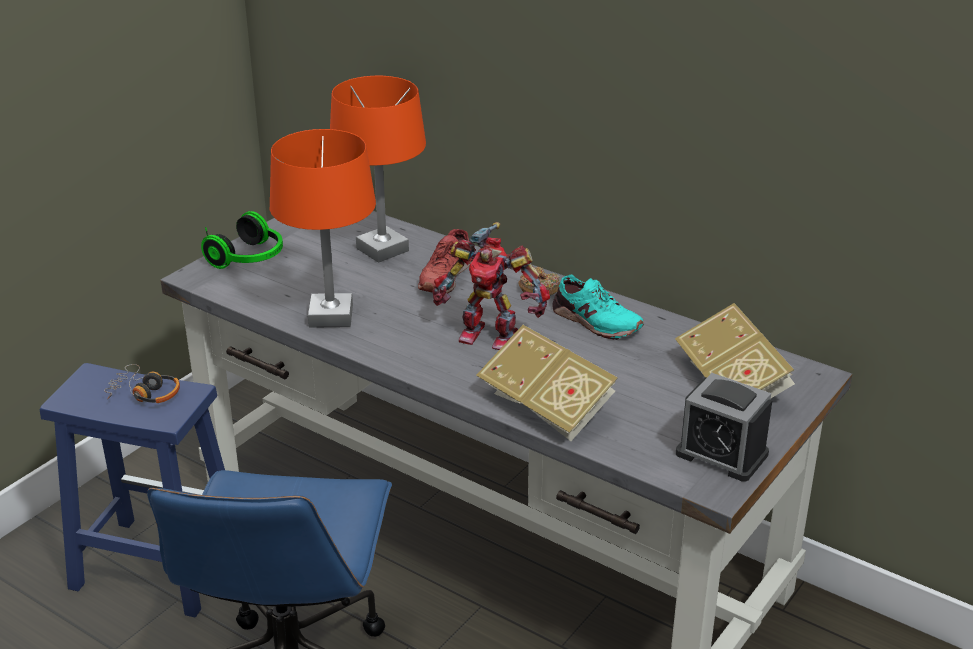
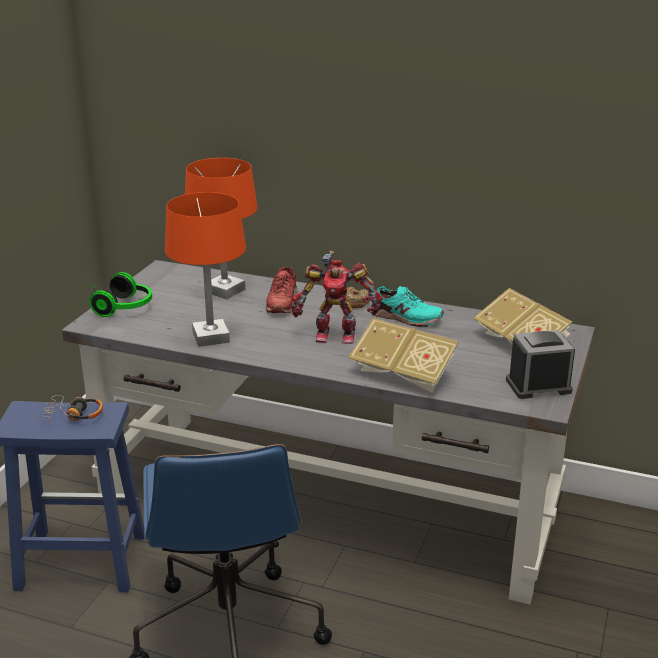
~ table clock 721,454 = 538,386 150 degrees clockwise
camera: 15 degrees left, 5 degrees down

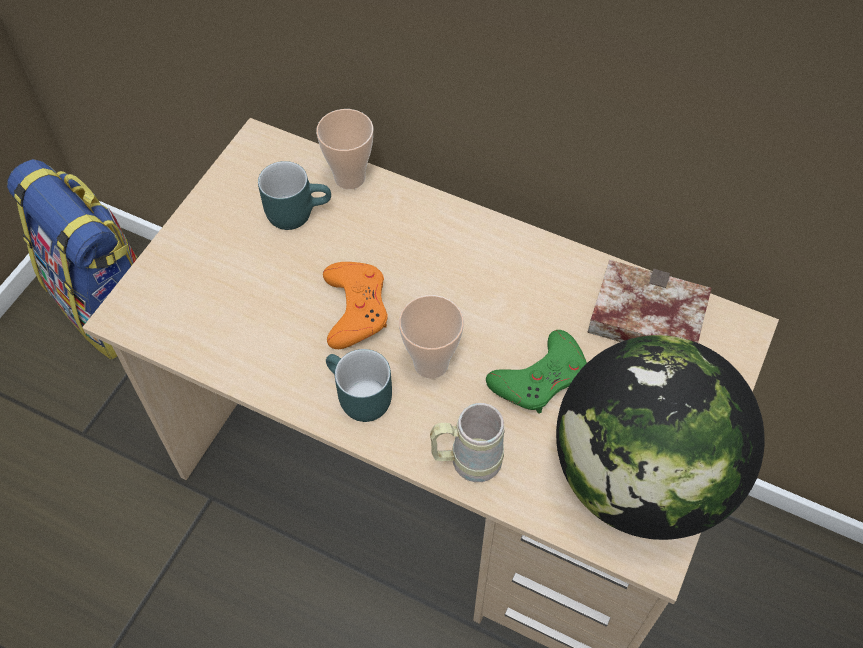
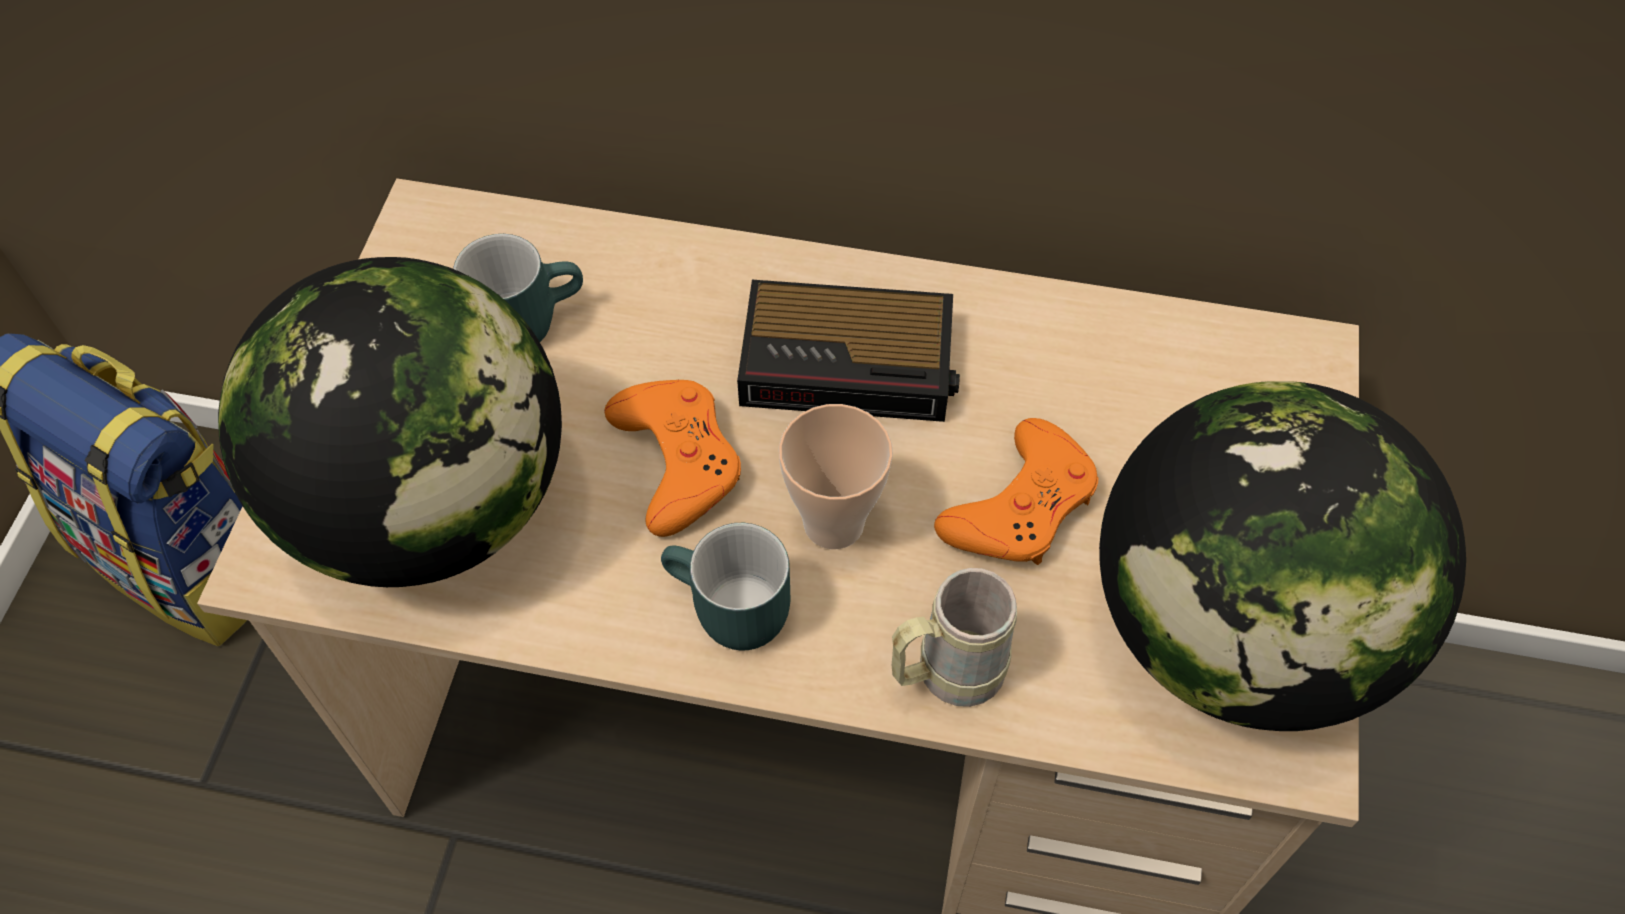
- drinking cup 349,177
~ game controller (green) 540,378 to game controller (orange) 1021,505
- bound book 641,319
+ globe 431,505
+ table clock 852,363
camera: 15 degrees left, 0 degrees up

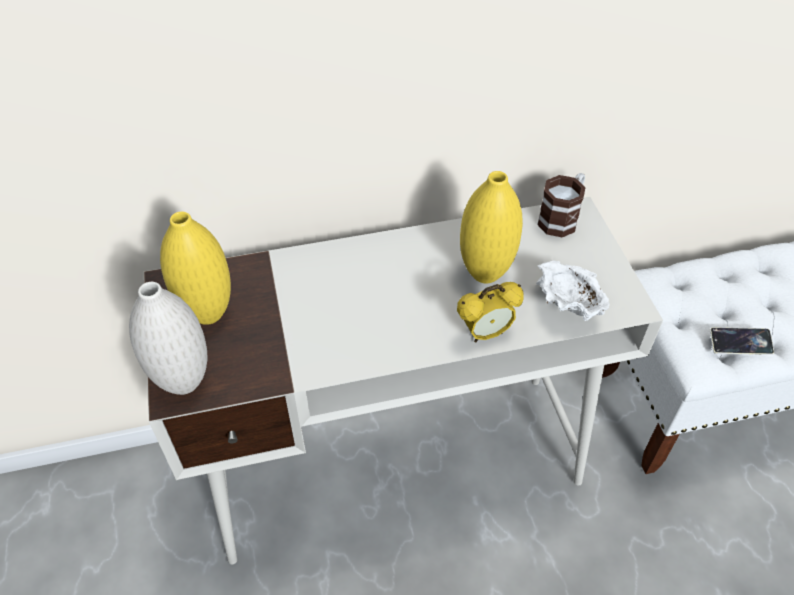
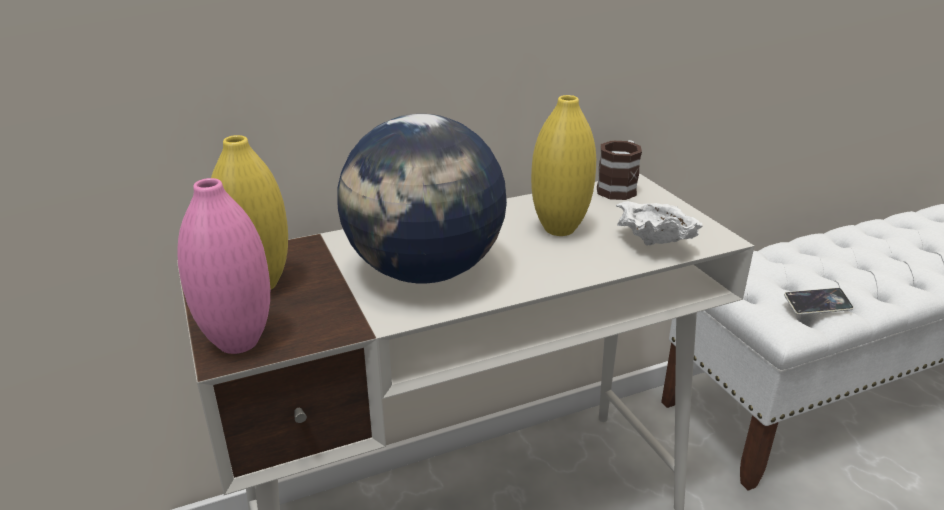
~ vase (white) 184,382 to vase (pinkish) 238,342
- table clock 485,333
+ globe 426,271
camera: 10 degrees left, 20 degrees down

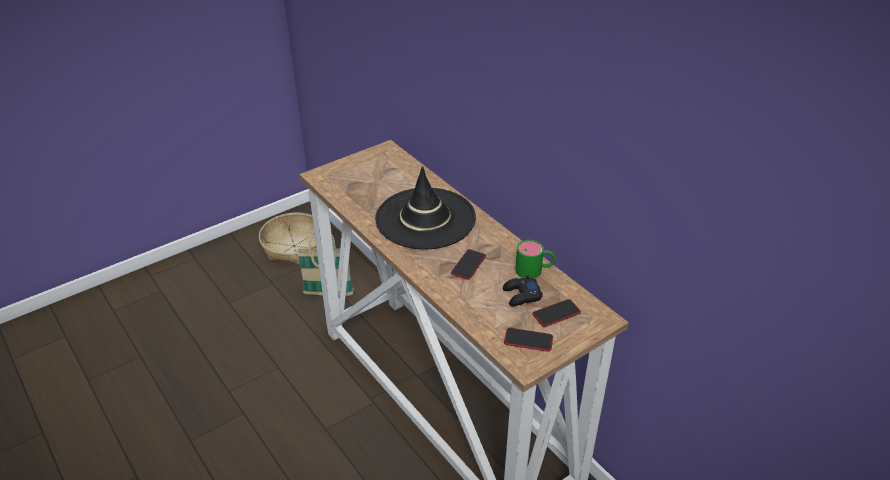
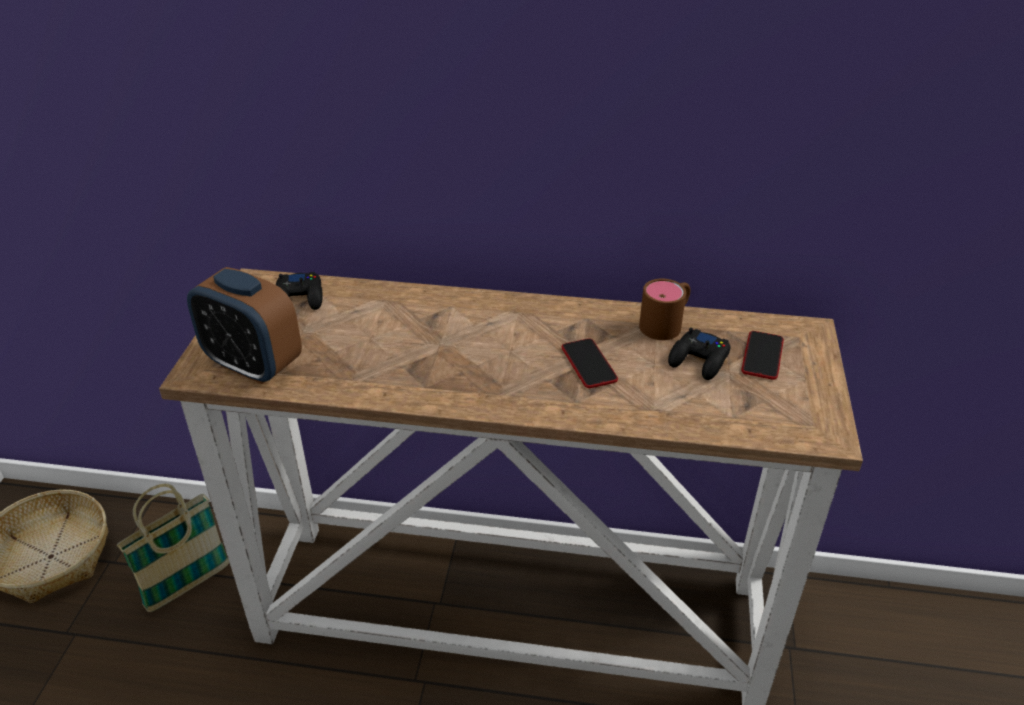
- hat (black-coloured) 425,219
- phone 528,340
~ tea mug (green) 535,270 to tea mug (brown) 666,323
+ table clock 253,365
+ game controller (black-coloured) 300,298
camera: 45 degrees left, 0 degrees up

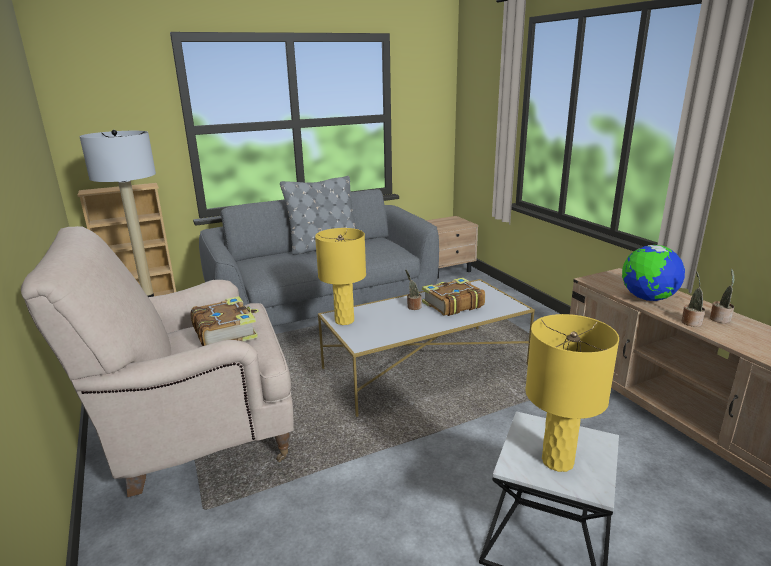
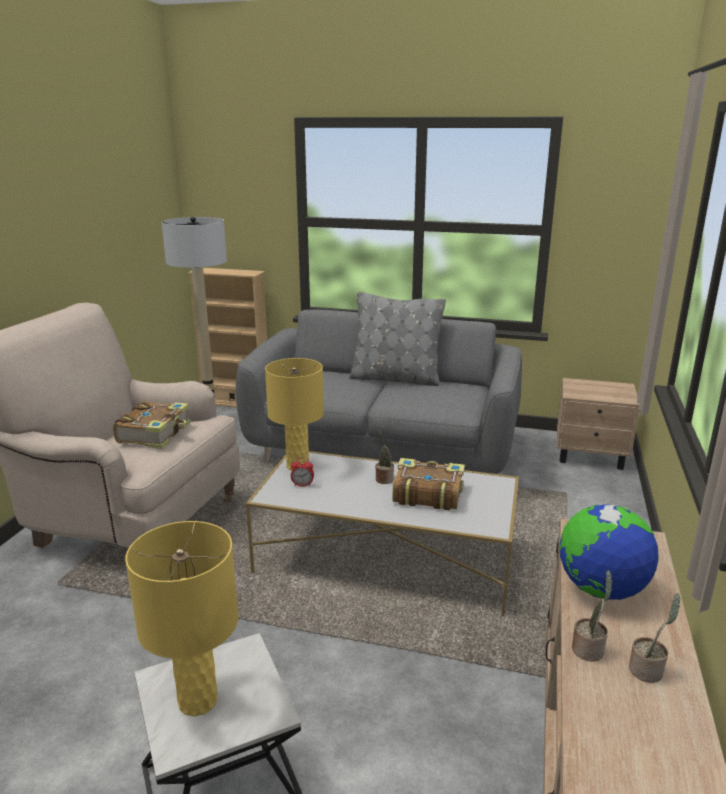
+ table clock 302,485
camera: 40 degrees right, 0 degrees up

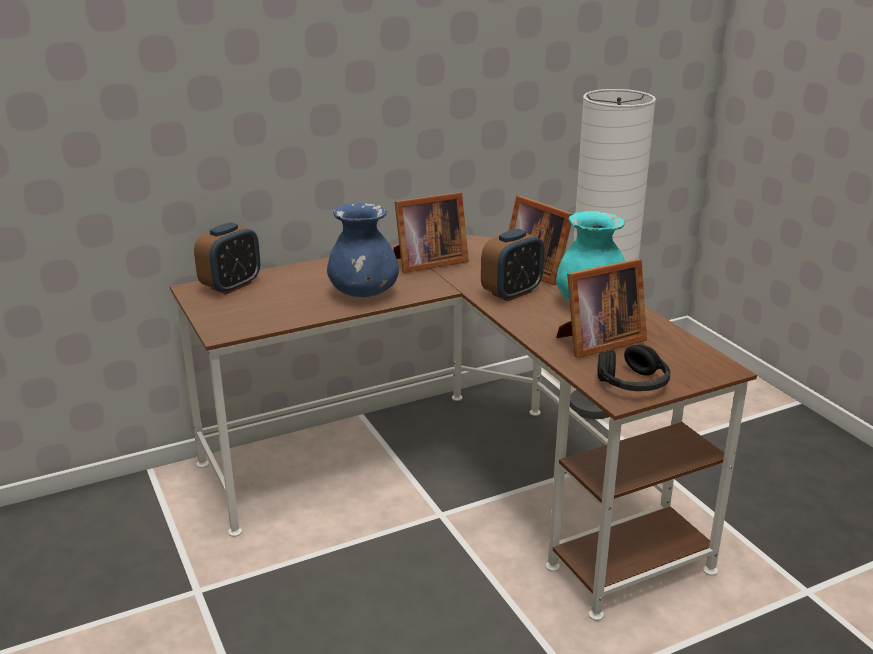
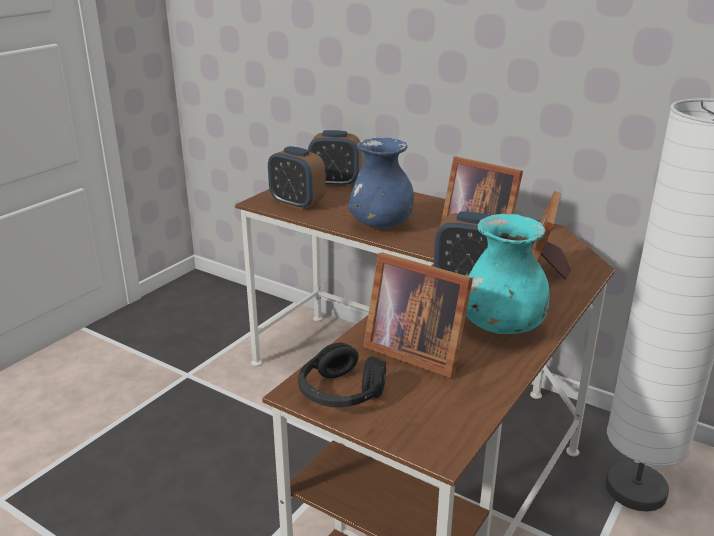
+ table clock 297,203
camera: 60 degrees right, 0 degrees up

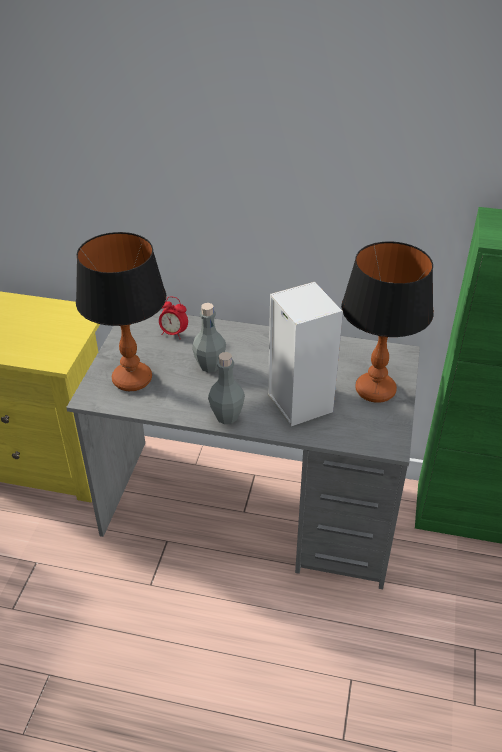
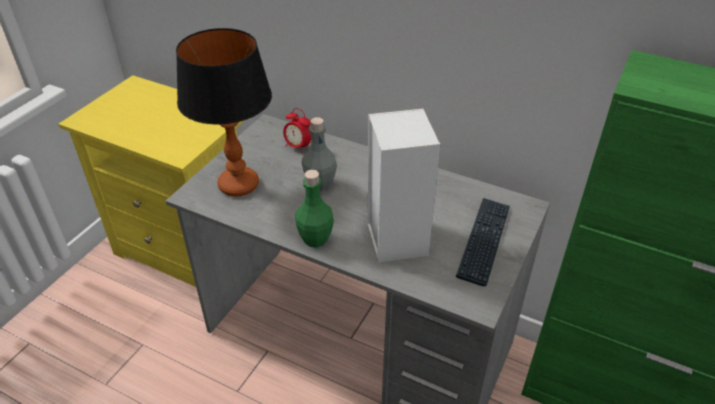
~ beverage bottle (grey) 227,416 to beverage bottle (green) 315,239
~ tabletop lamp 375,390 to computer keyboard 484,241
camera: 15 degrees right, 0 degrees up

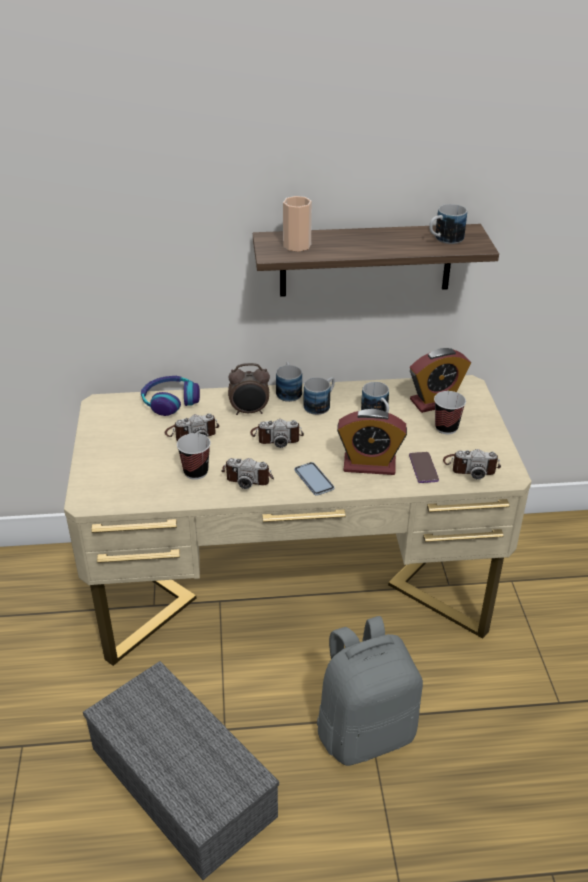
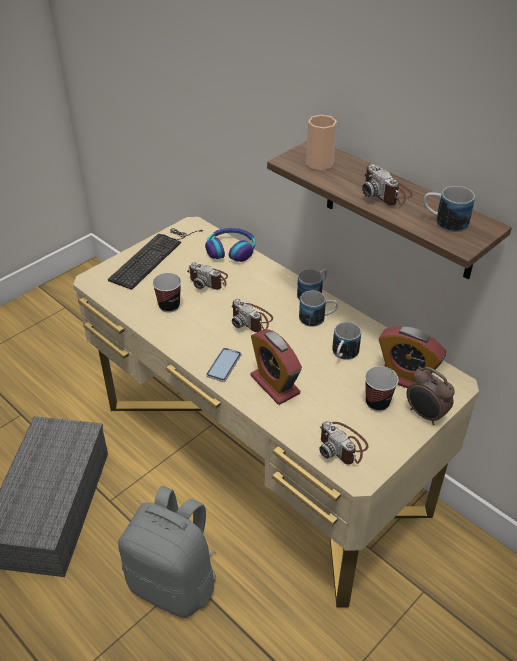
~ still camera 248,475 to 386,193
~ table clock 249,412 to 425,415
- phone 423,468
+ computer keyboard 153,256
camera: 50 degrees right, 5 degrees up

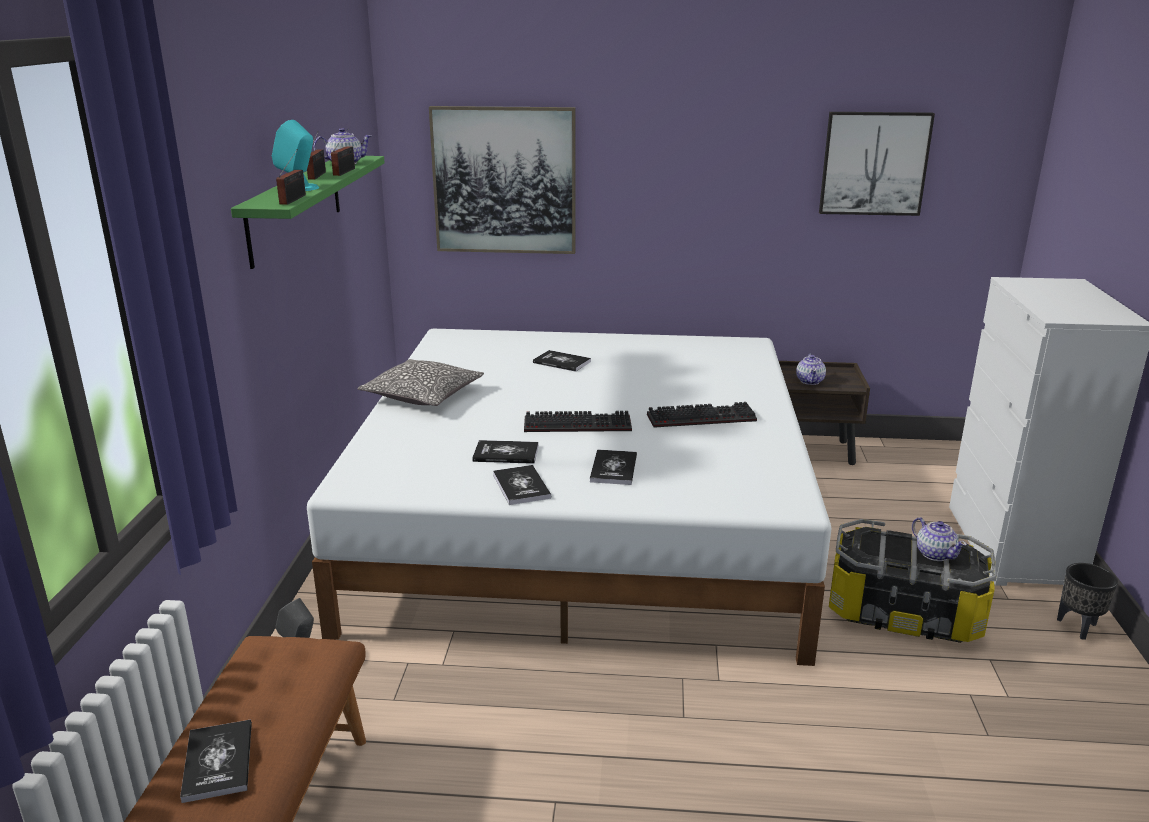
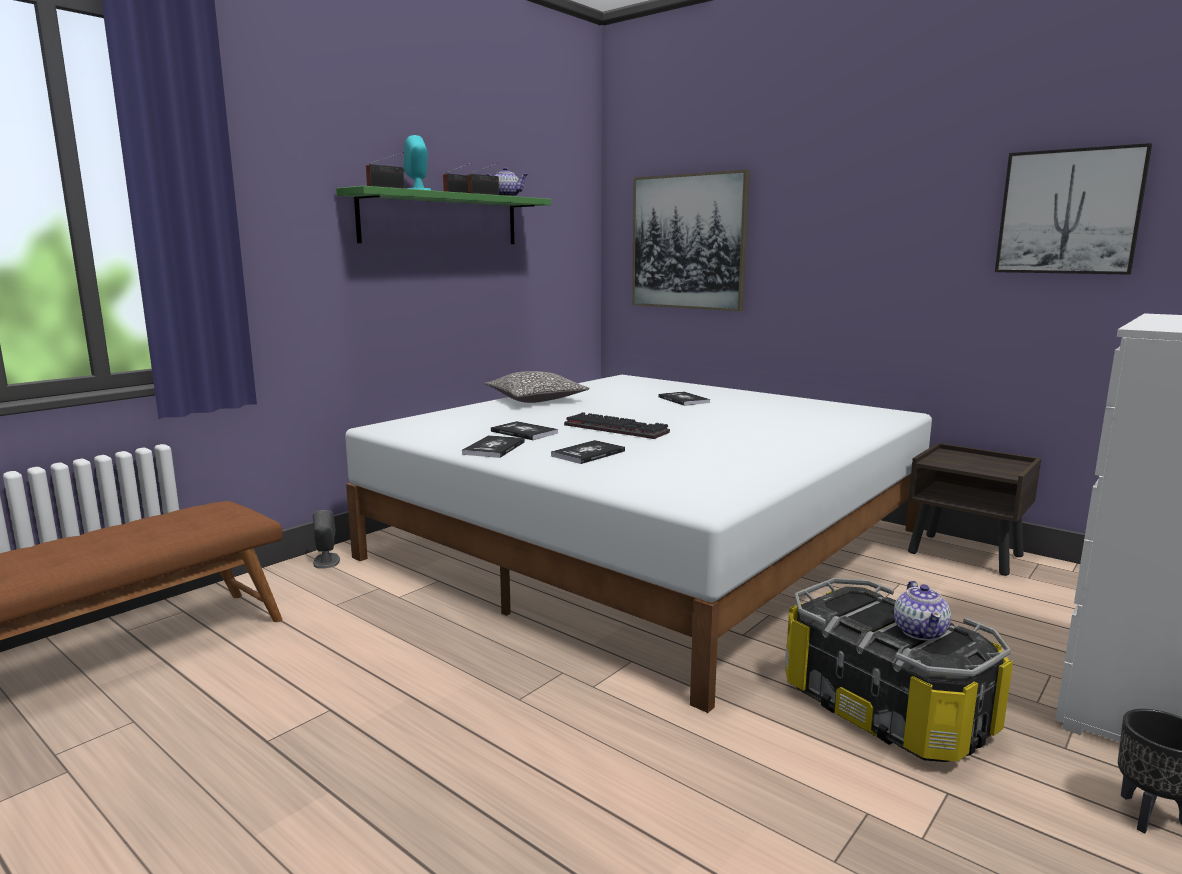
- bound book 218,762
- computer keyboard 702,417
- tea pot 810,381
camera: 35 degrees right, 10 degrees down

